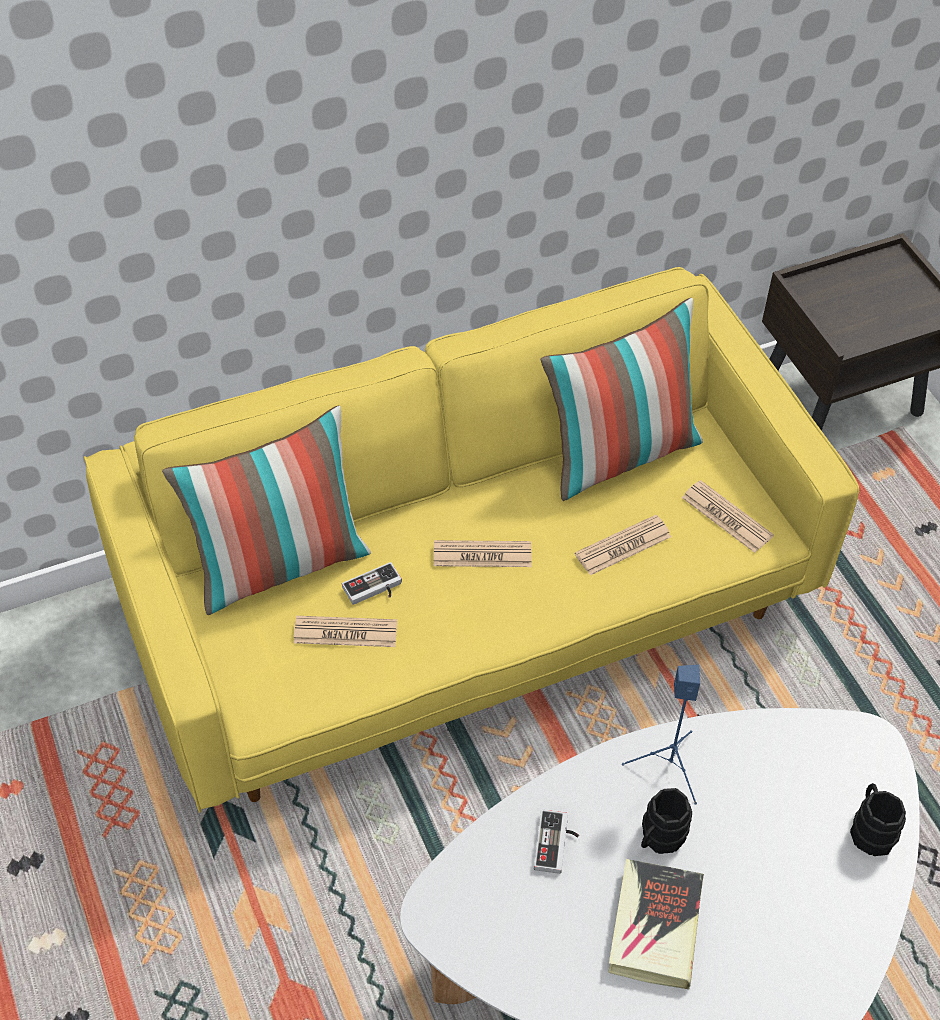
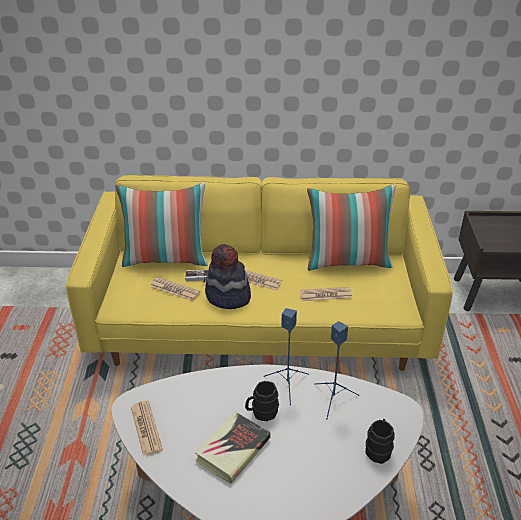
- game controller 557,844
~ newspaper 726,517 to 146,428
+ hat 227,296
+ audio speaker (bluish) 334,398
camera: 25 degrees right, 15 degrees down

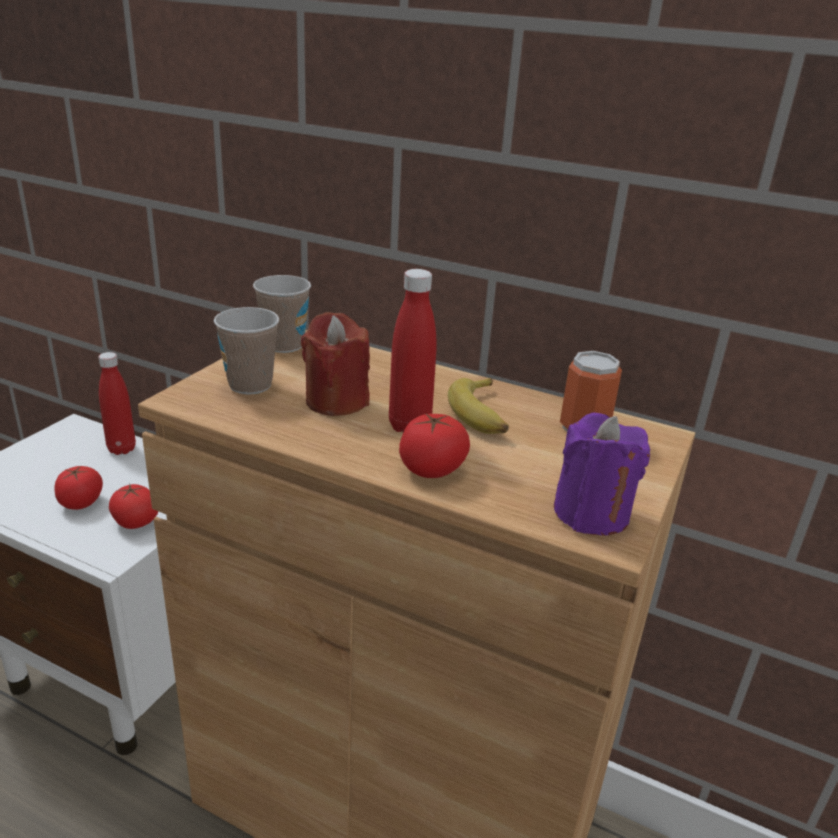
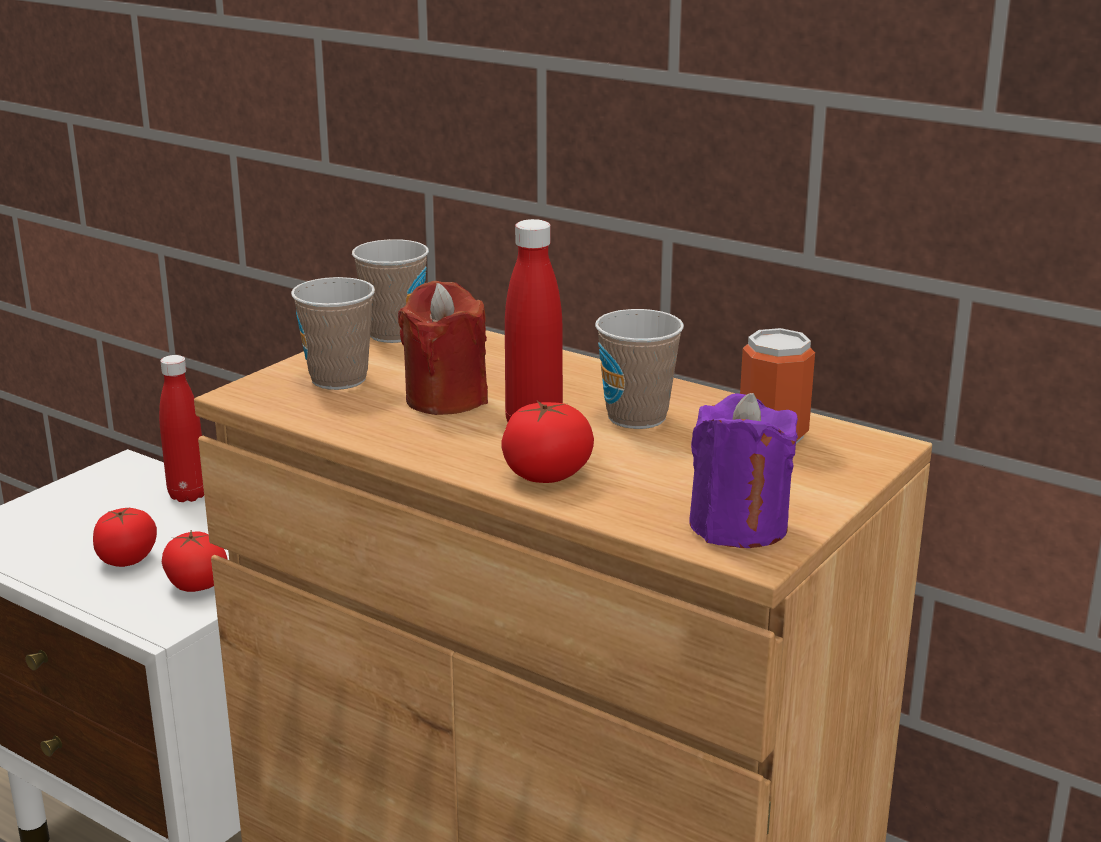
~ banana 482,415 to drinking cup 636,417
camera: 10 degrees right, 5 degrees down

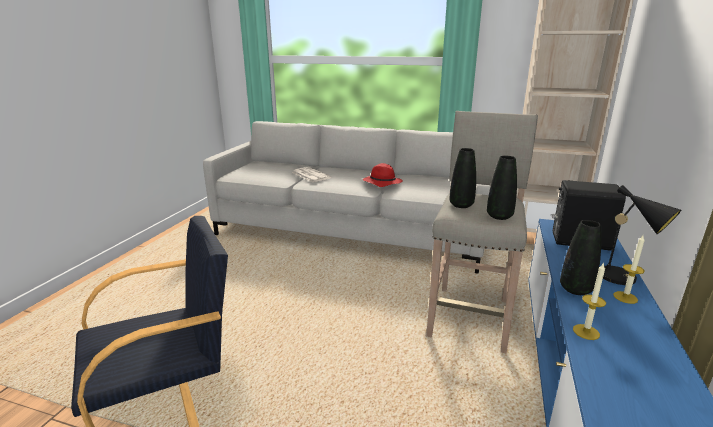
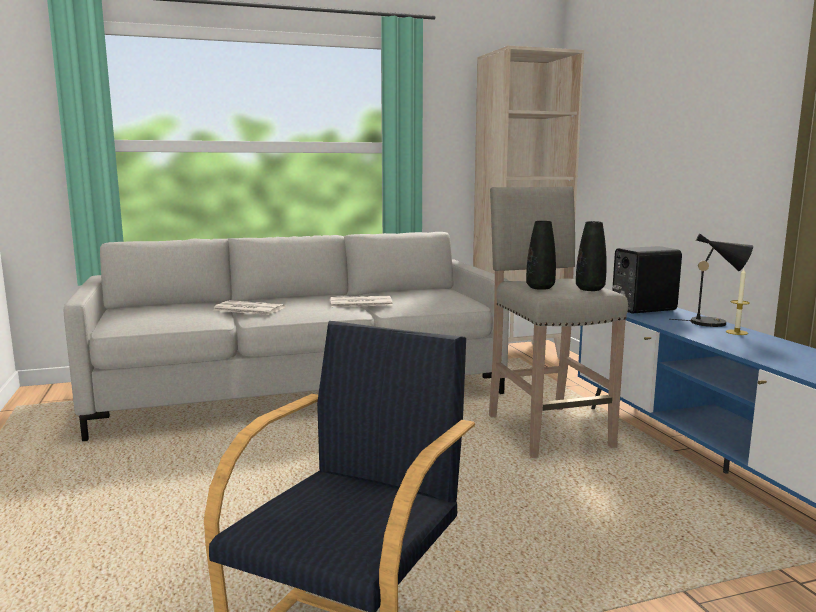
~ hat (red) 381,183 to newspaper 360,303
- vase (black-coloured) 575,289
- candle 586,332
camera: 35 degrees left, 10 degrees down

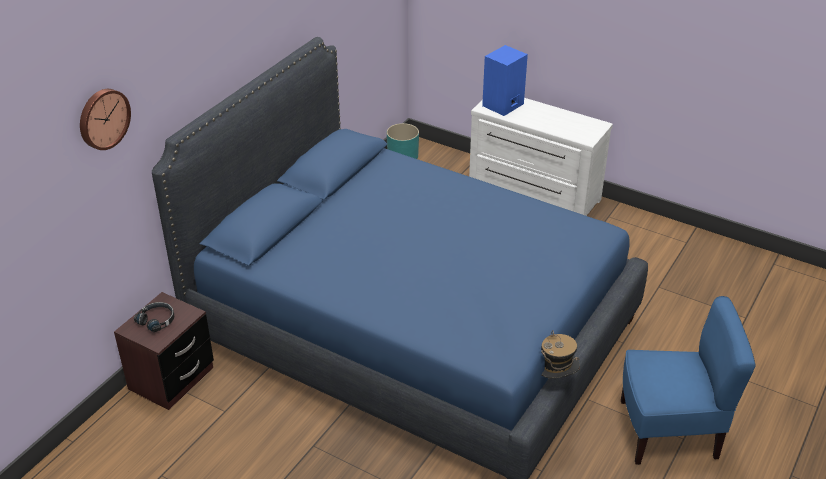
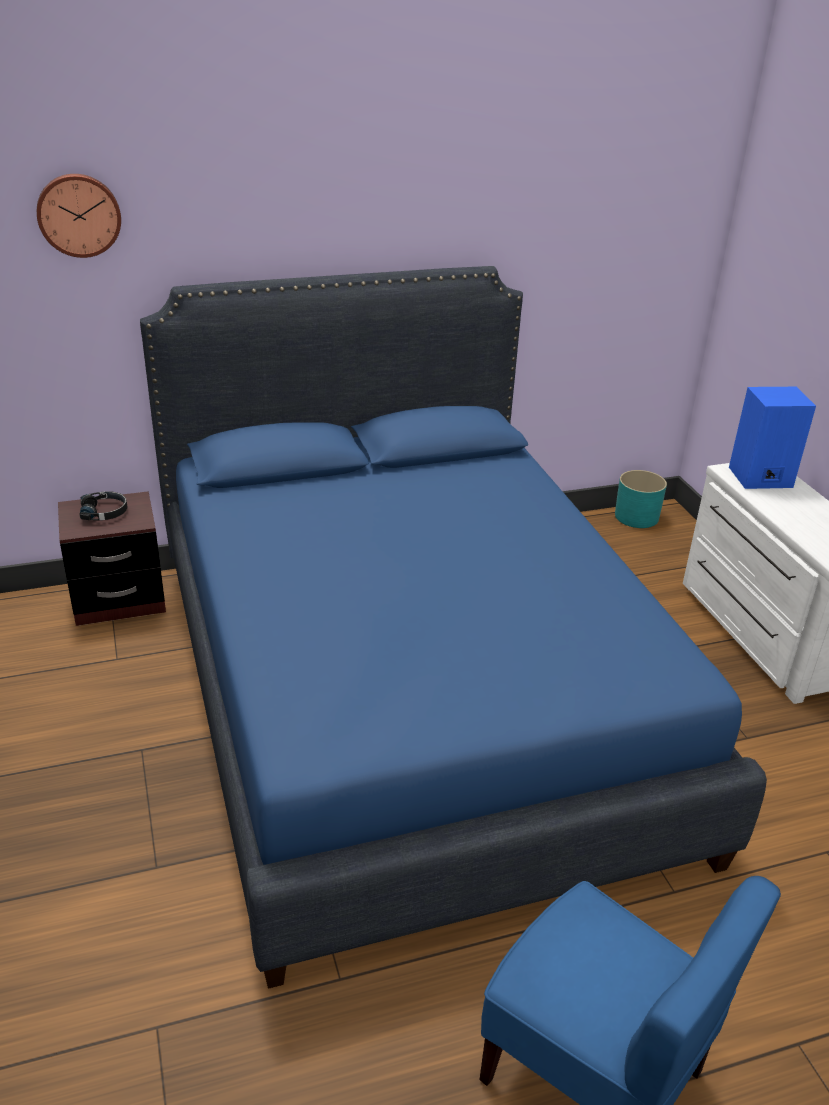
- hat 555,380
camera: 40 degrees right, 5 degrees down

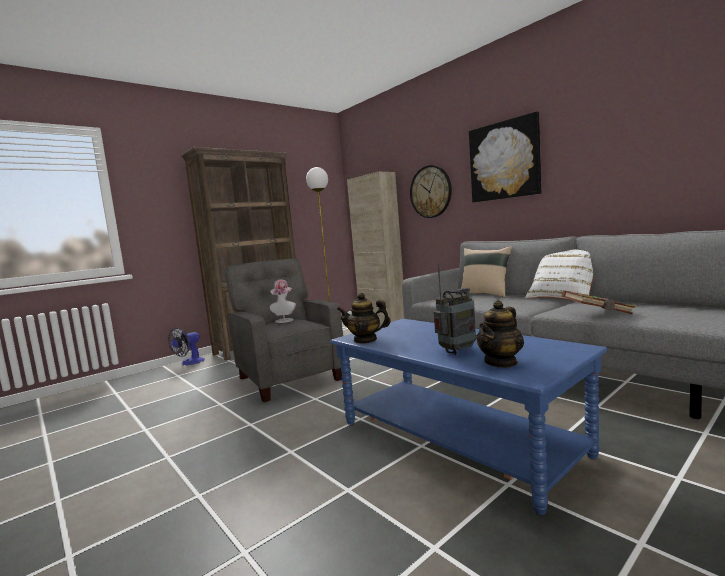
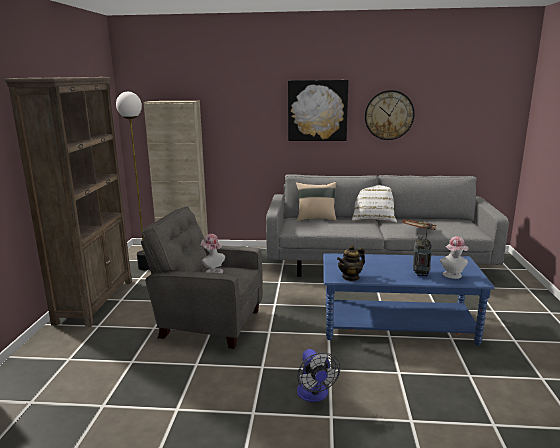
~ electric fan 189,363 to 314,395
~ hanging clock 430,192 to 389,115
~ tea pot 501,362 to hat 453,276
camera: 45 degrees left, 10 degrees up

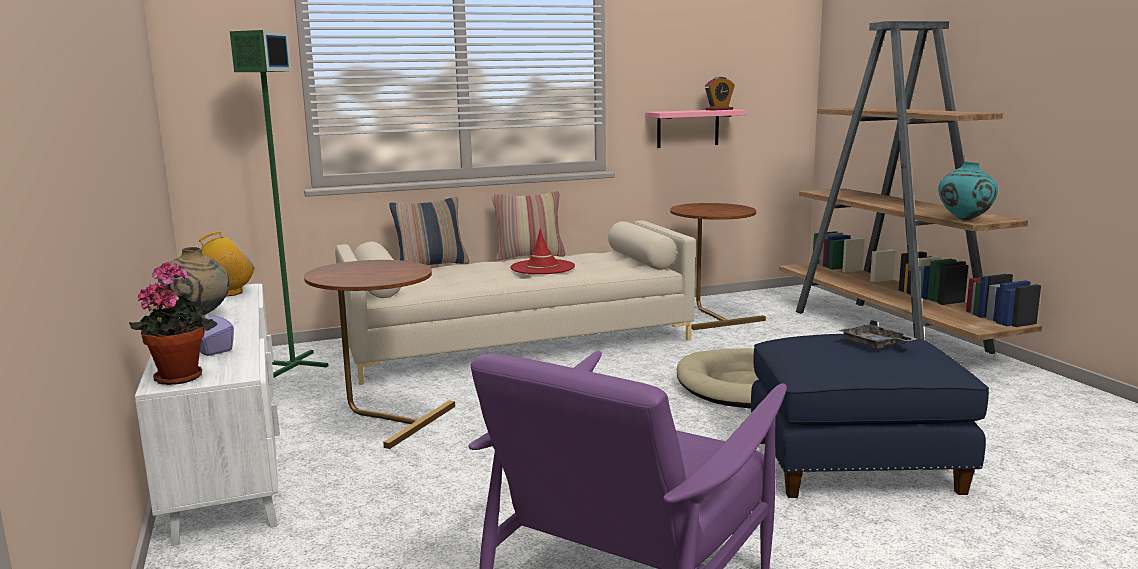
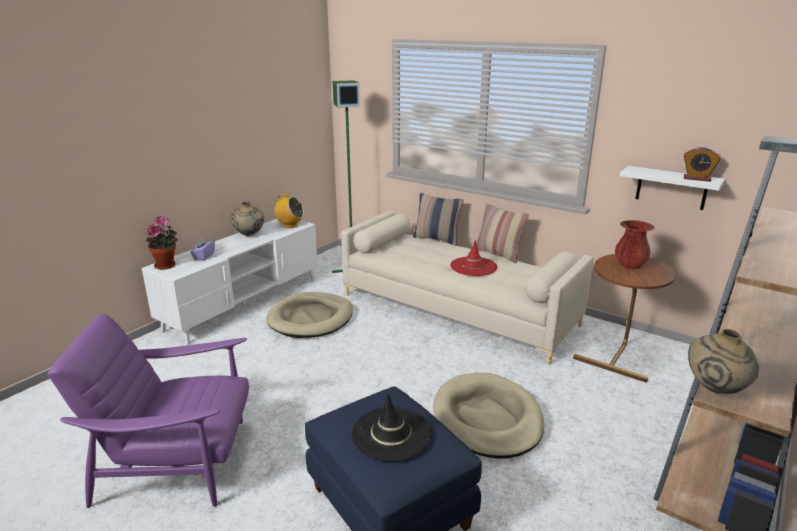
~ accent table (brown) 381,418 to dog cushion (beige-coloured) 311,318
~ shelf (pinkish) 688,128 to shelf (white) 671,188
~ carrying tray (grey) 875,345 to hat (black-coloured) 391,434
~ vase (blue-green) 964,220 to vase (beige-coloured) 714,390
+ vase (red) 630,265
camera: 55 degrees right, 10 degrees up

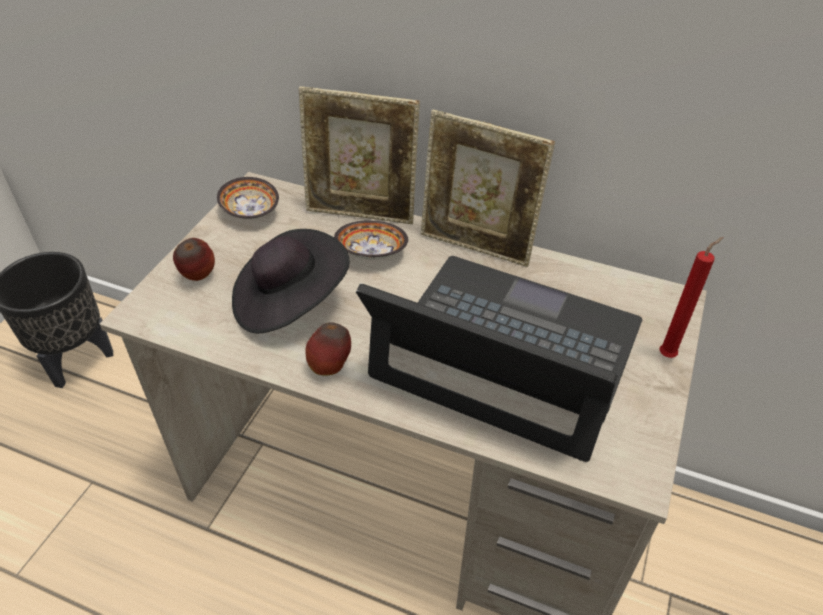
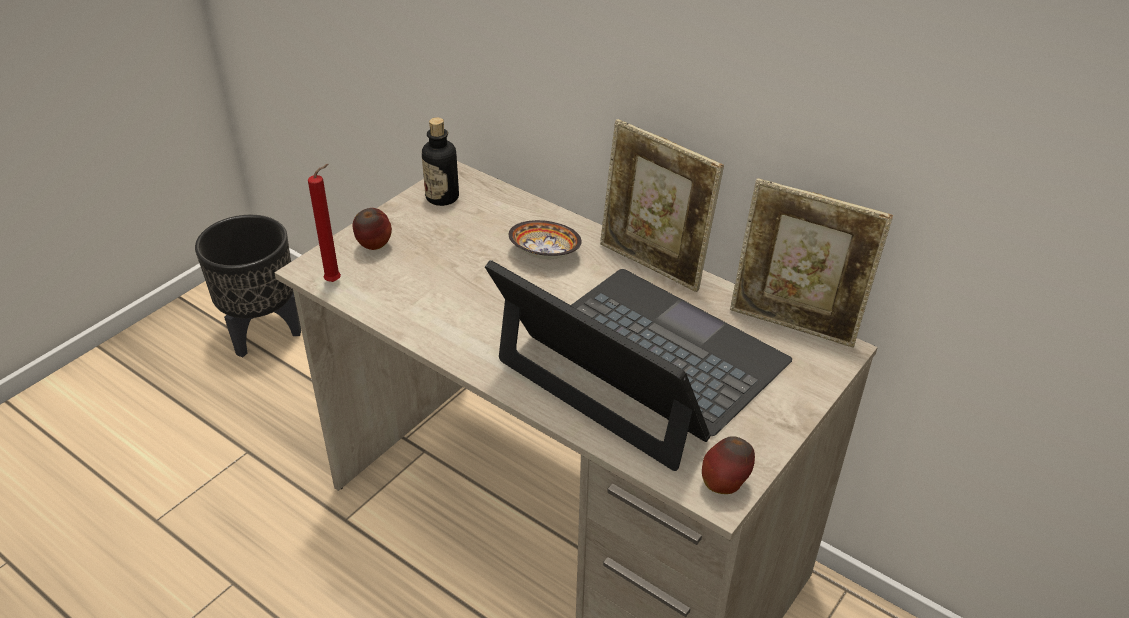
~ deep dish 250,212 to beverage bottle 442,197
- hat (black-coloured) 289,301
~ photo frame 361,213 to 794,324
~ whole apple 330,367 to 724,485
~ candle (red) 669,354 to 336,281
camera: 15 degrees right, 5 degrees down

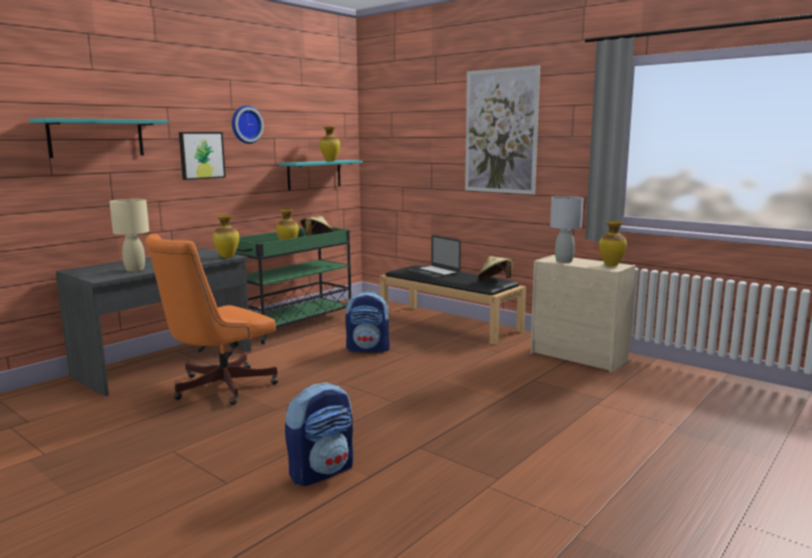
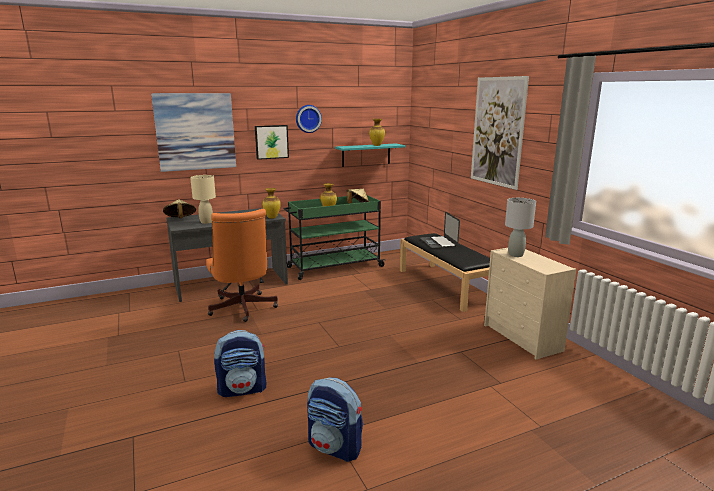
~ shelf (blue-green) 96,138 to picture 195,132
~ office chair (orange) 217,388 = 242,309 90 degrees counterclockwise
~ knapsack 369,349 to 335,447
~ hat (beige-coloured) 495,281 to 180,219
- vase 611,265
camera: 25 degrees right, 5 degrees up

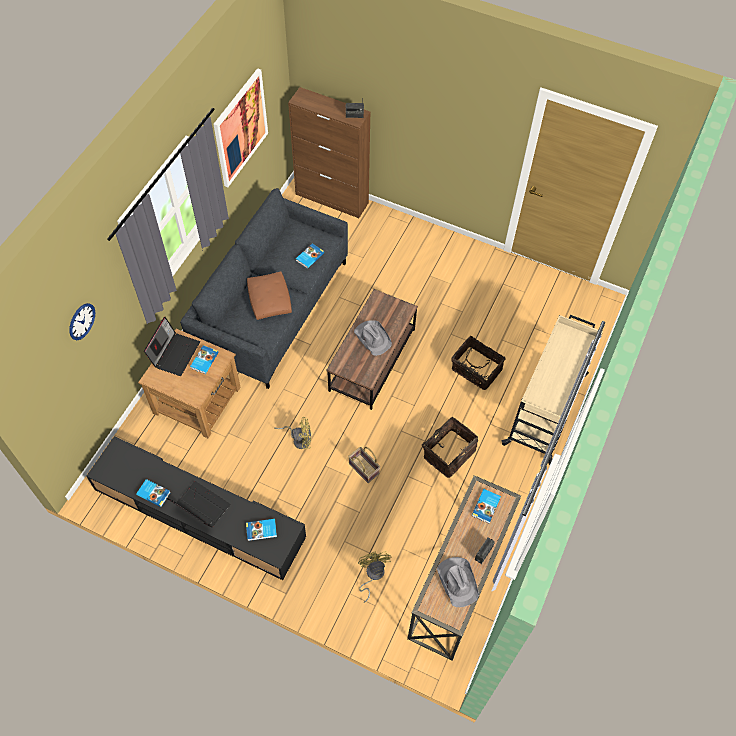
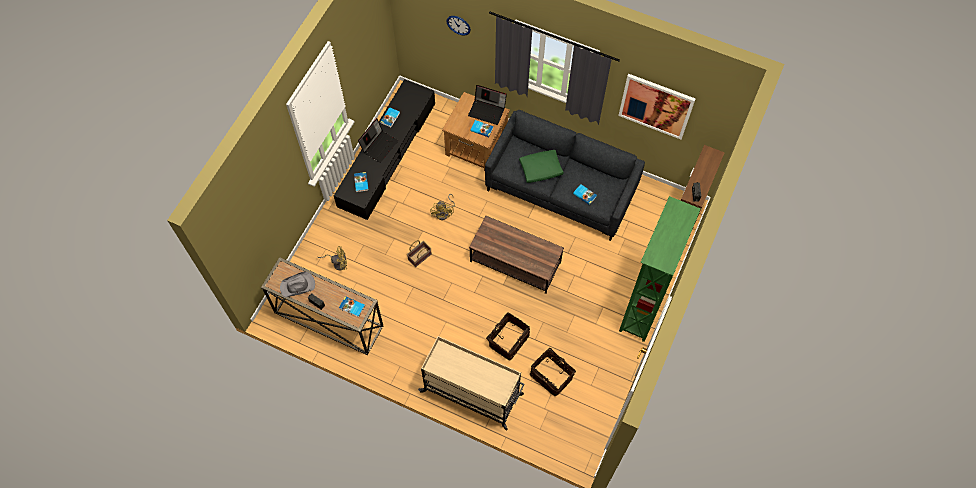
~ cushion (brown) 270,300 to cushion (green) 540,169
- hat (grey) 372,337
~ household basket 448,453 to 552,375
+ shelving unit (green) 642,309
camera: 90 degrees right, 5 degrees up

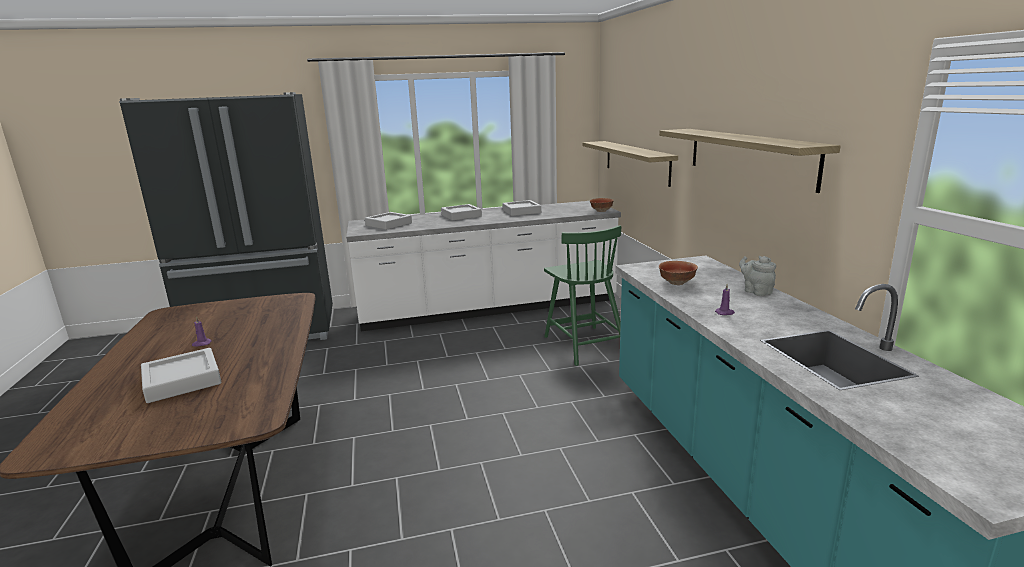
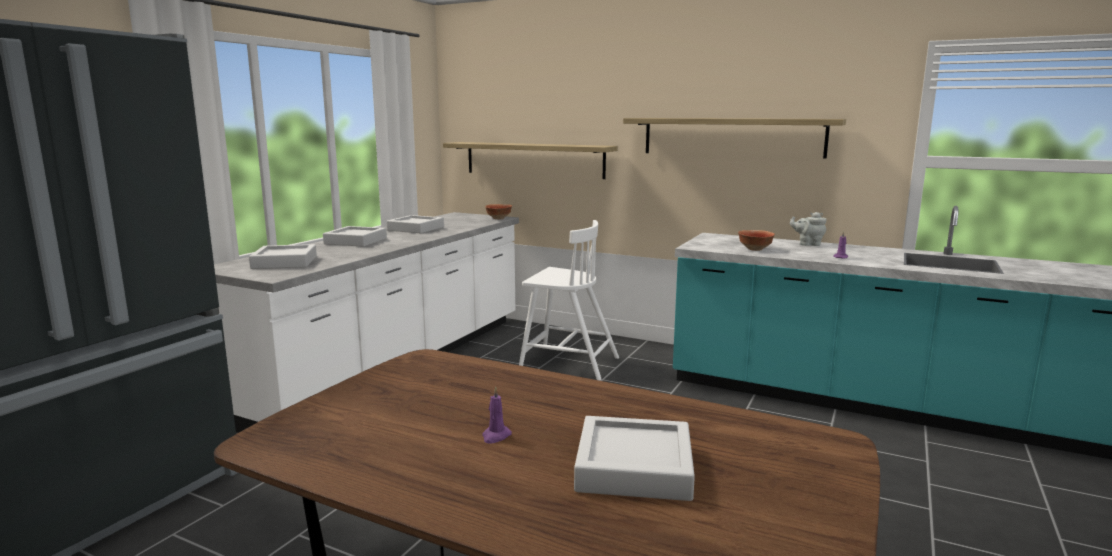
~ upright chair (green) 584,345 to upright chair (white) 567,363
camera: 50 degrees left, 5 degrees down

